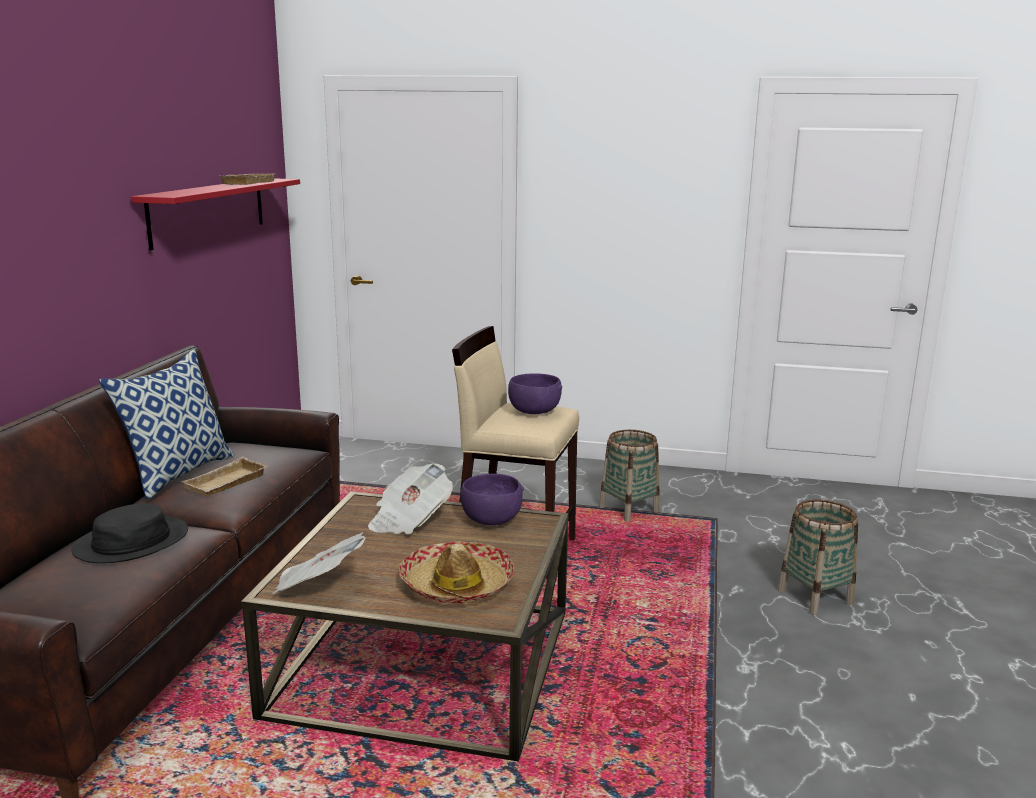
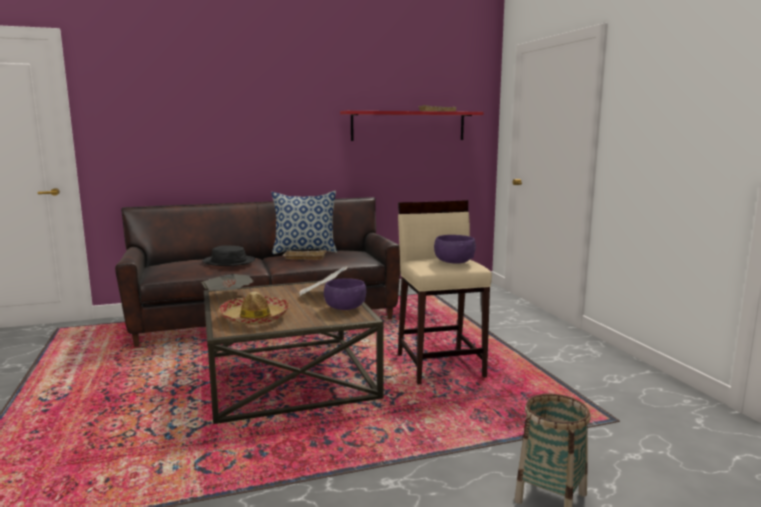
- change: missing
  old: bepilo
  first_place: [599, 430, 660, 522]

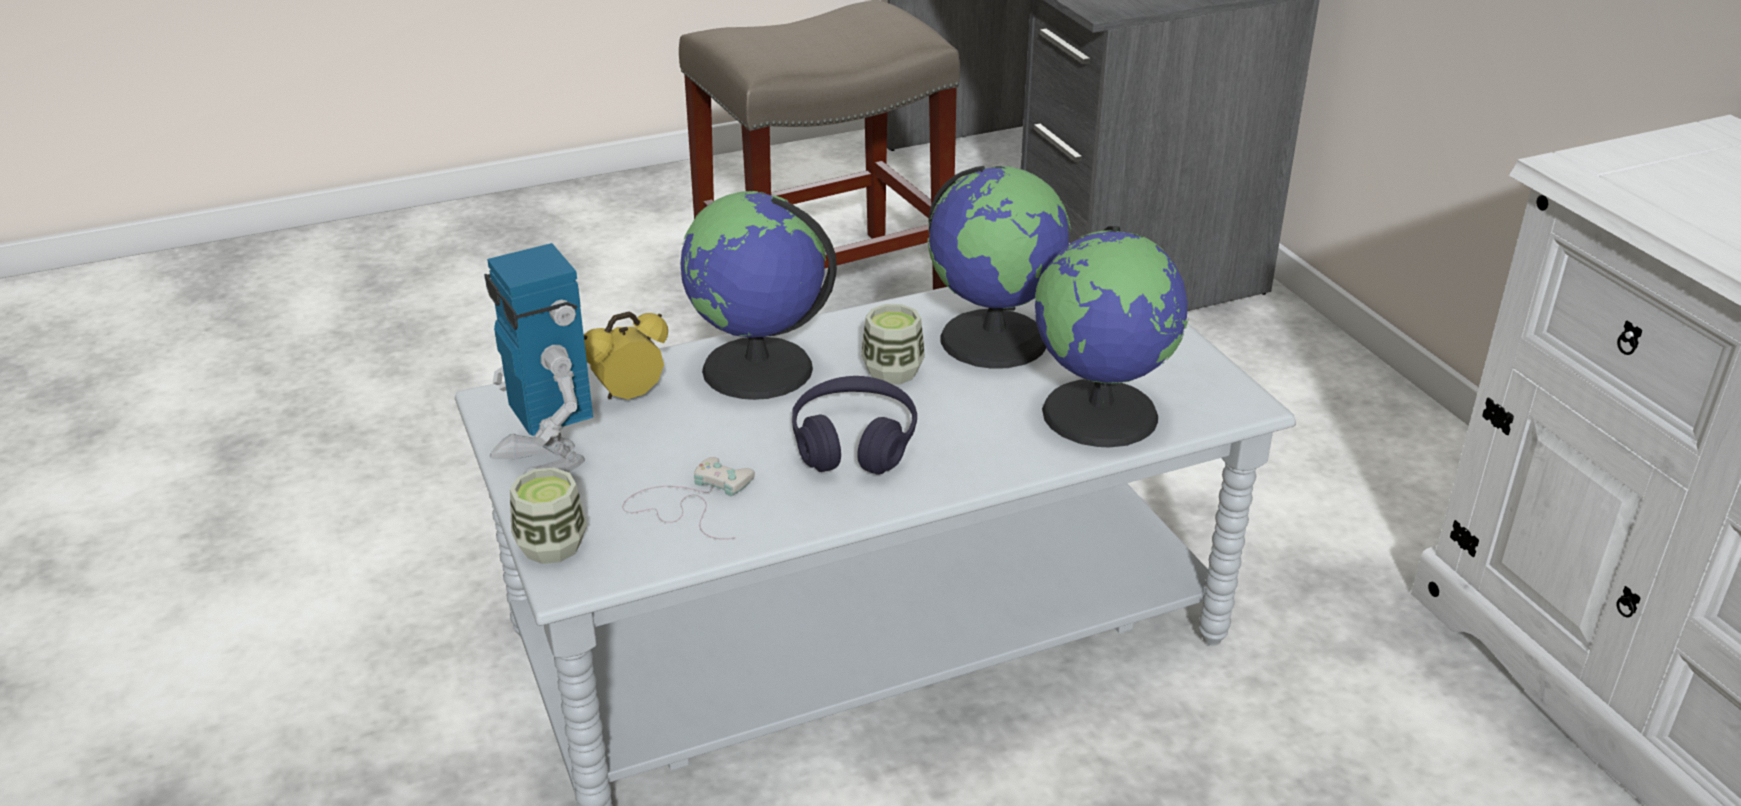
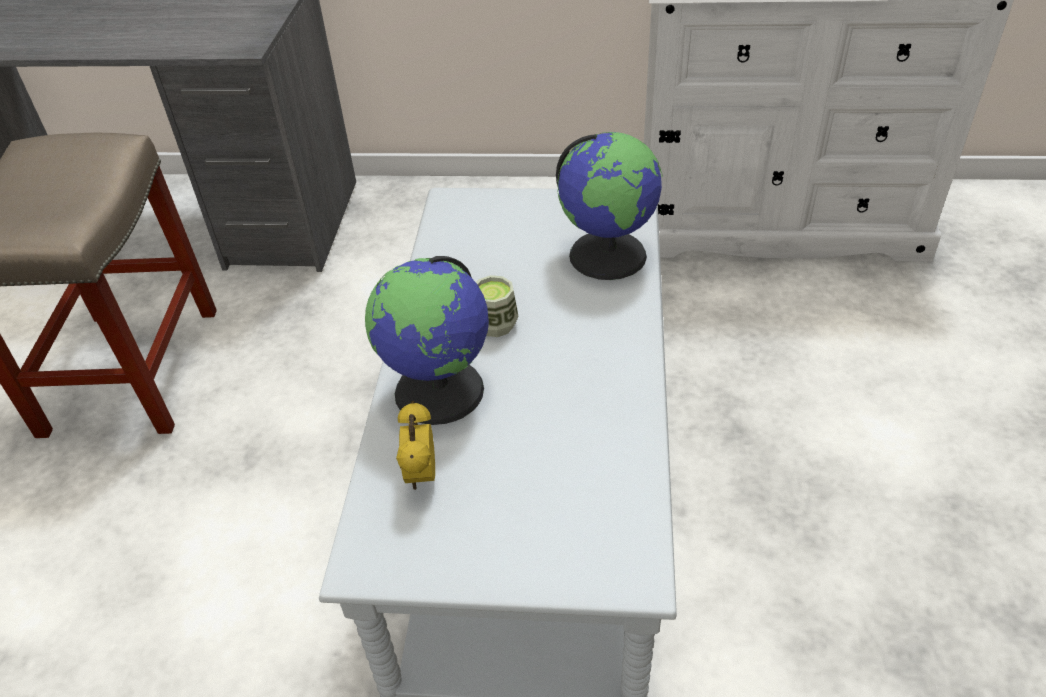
- change: missing
  old: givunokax
  first_place: [484, 243, 593, 475]
- change: missing
  old: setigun
  first_place: [510, 468, 587, 564]
- change: missing
  old: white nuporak
  first_place: [622, 457, 755, 539]
- change: missing
  old: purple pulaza
  first_place: [792, 376, 917, 475]
- change: missing
  old: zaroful
  first_place: [928, 166, 1071, 369]

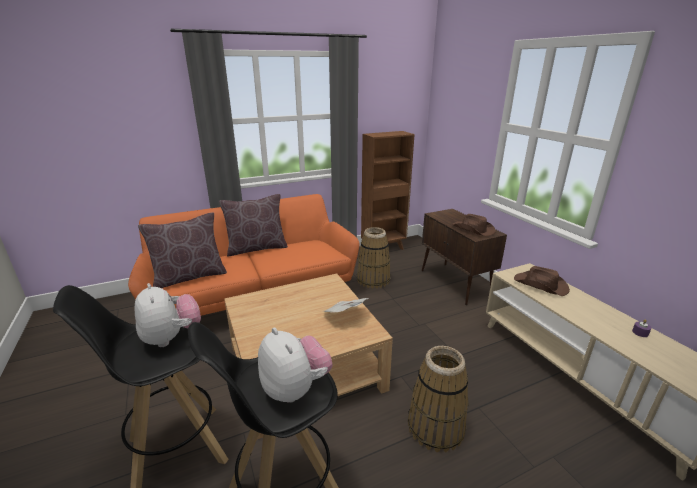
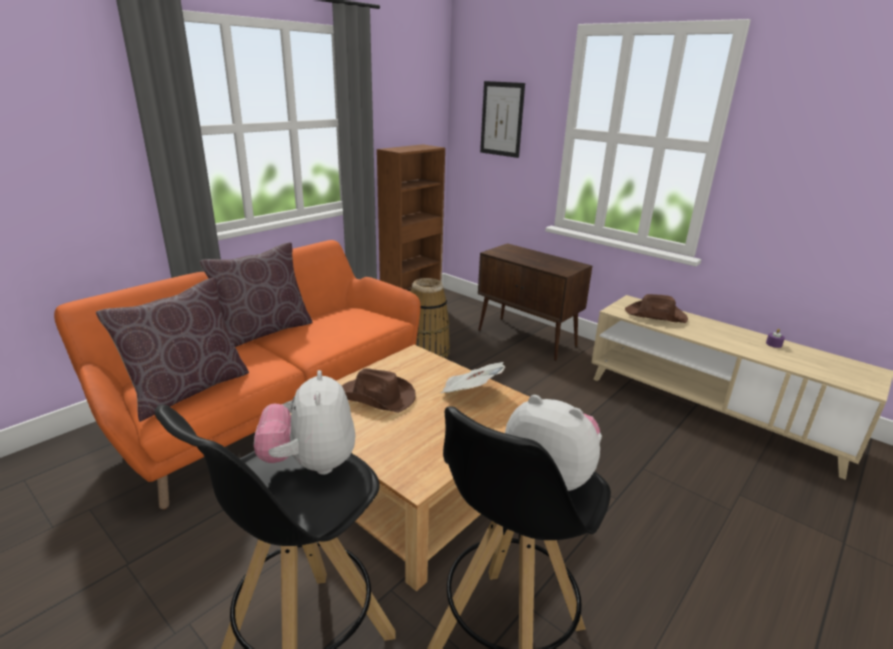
- change: spun
  old: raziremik
  first_place: [135, 283, 201, 347]
  second_place: [254, 370, 355, 475]
  degrees: -135
- change: relocated
  old: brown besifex
  first_place: [452, 214, 496, 236]
  second_place: [342, 368, 416, 413]
- change: appeared
  new: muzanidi
  second_place: [480, 81, 525, 158]
- change: missing
  old: bepilo
  first_place: [408, 346, 469, 452]

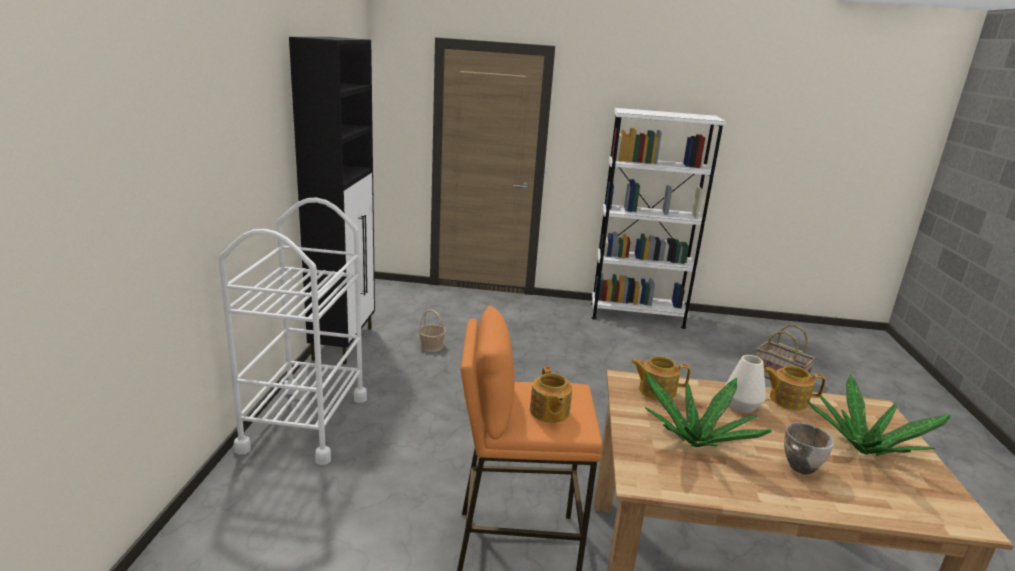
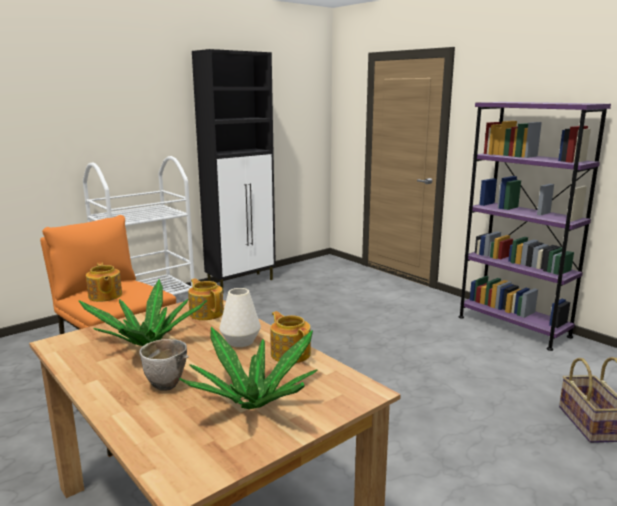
- change: spun
  old: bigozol
  first_place: [530, 366, 572, 423]
  second_place: [86, 262, 122, 302]
  degrees: -60
- change: colour
  old: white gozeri
  new: purple gozeri
  first_place: [591, 108, 726, 329]
  second_place: [459, 102, 611, 351]
- change: missing
  old: bepilo
  first_place: [418, 310, 446, 352]

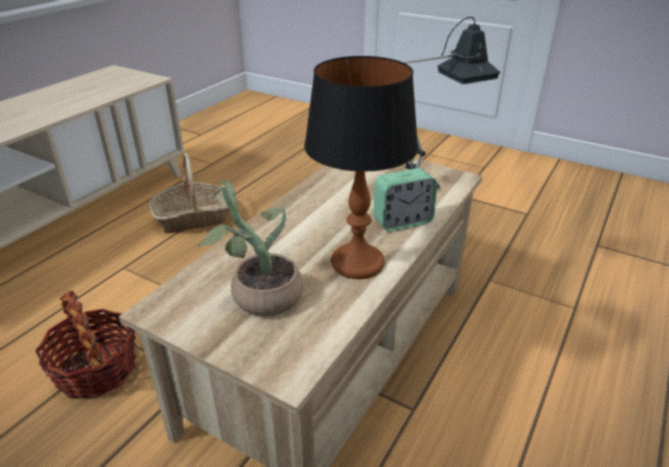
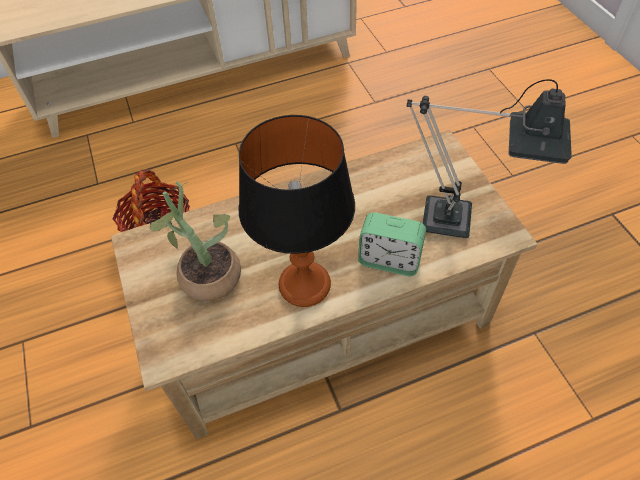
- change: missing
  old: bepilo
  first_place: [149, 153, 230, 233]

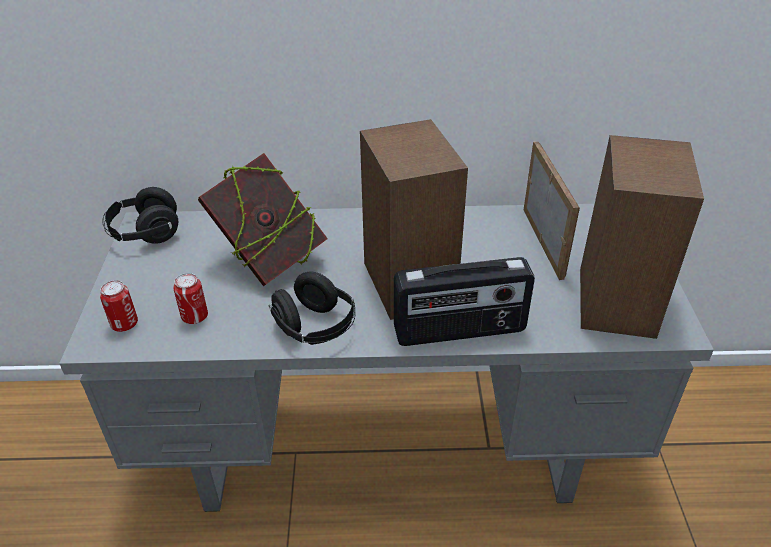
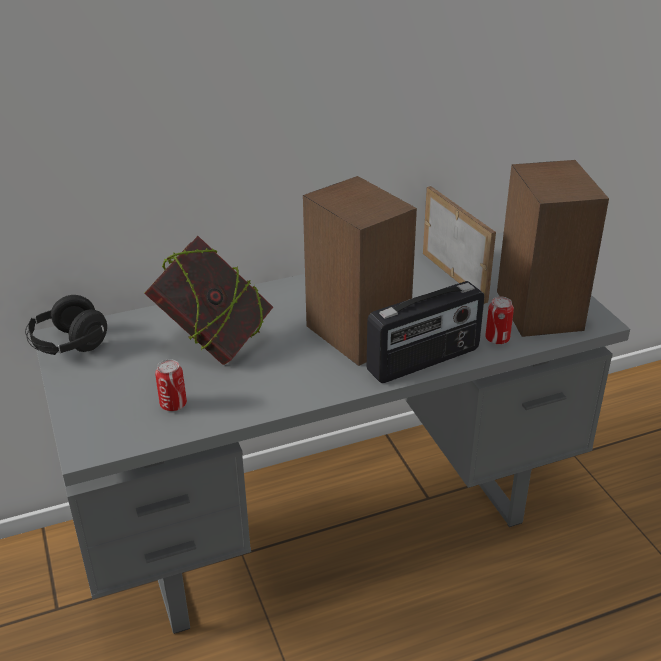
- change: relocated
  old: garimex
  first_place: [100, 280, 138, 332]
  second_place: [485, 296, 514, 344]
- change: missing
  old: black pulaza
  first_place: [268, 271, 355, 345]

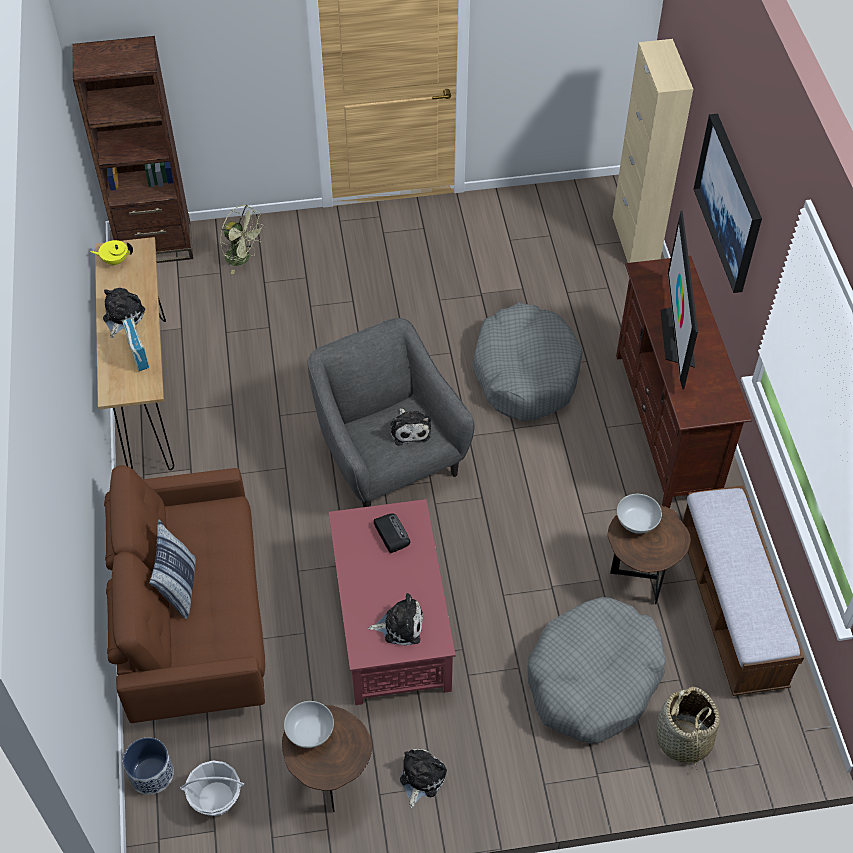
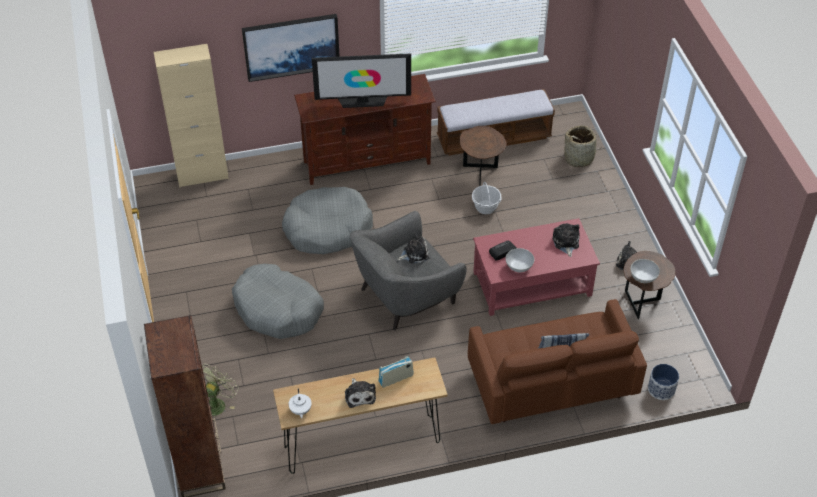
- change: relocated
  old: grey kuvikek
  first_place: [527, 597, 666, 744]
  second_place: [232, 264, 324, 339]
- change: colour
  old: yellow bigozol
  new: white bigozol
  first_place: [90, 240, 133, 266]
  second_place: [288, 388, 312, 418]
- change: spun
  old: raziremik
  first_place: [103, 288, 145, 338]
  second_place: [345, 378, 376, 408]
  degrees: -120
- change: relocated
  old: bepilo
  first_place: [180, 760, 244, 816]
  second_place: [472, 182, 502, 214]
- change: relocated
  old: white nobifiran
  first_place: [617, 494, 662, 534]
  second_place: [506, 248, 534, 272]

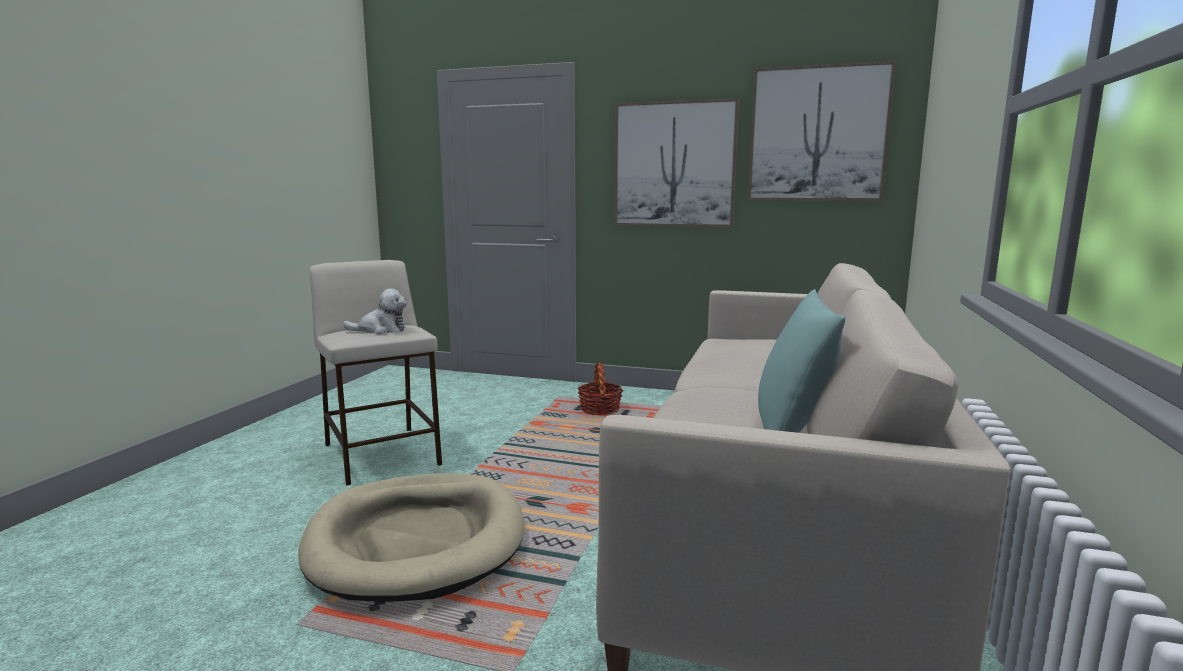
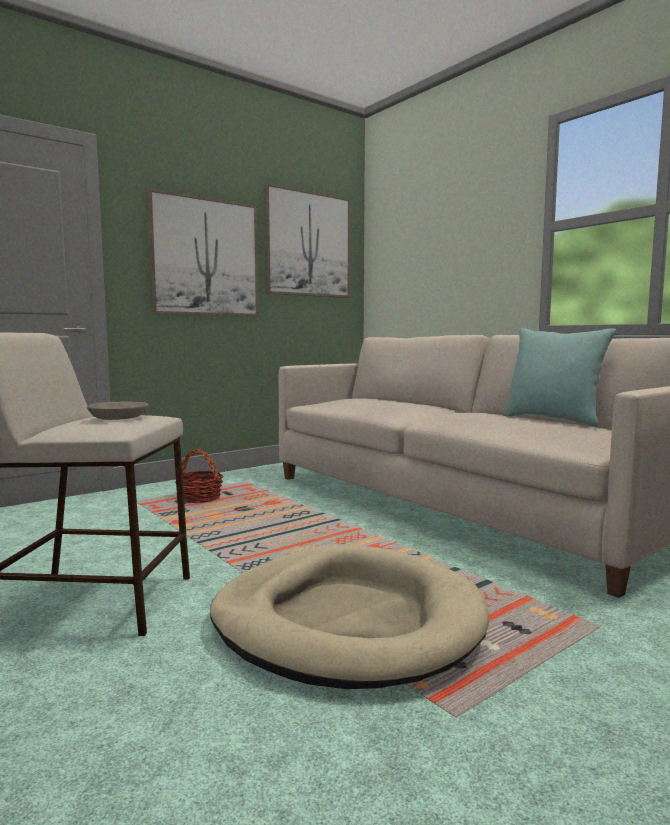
- change: exchanged
  old: raziremik
  new: grey nobifiran
  first_place: [343, 288, 407, 334]
  second_place: [87, 402, 149, 420]

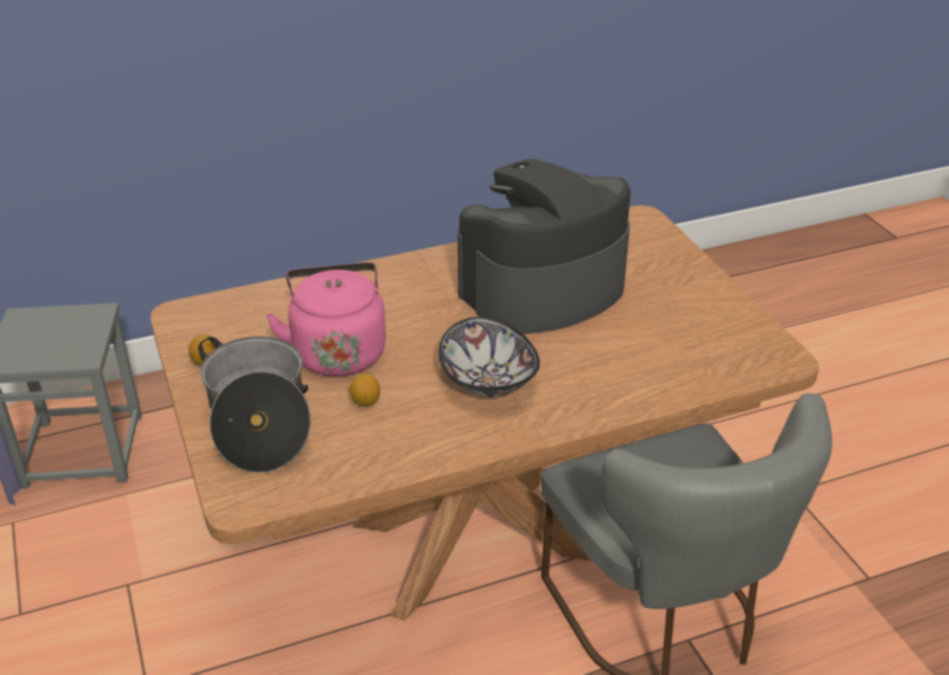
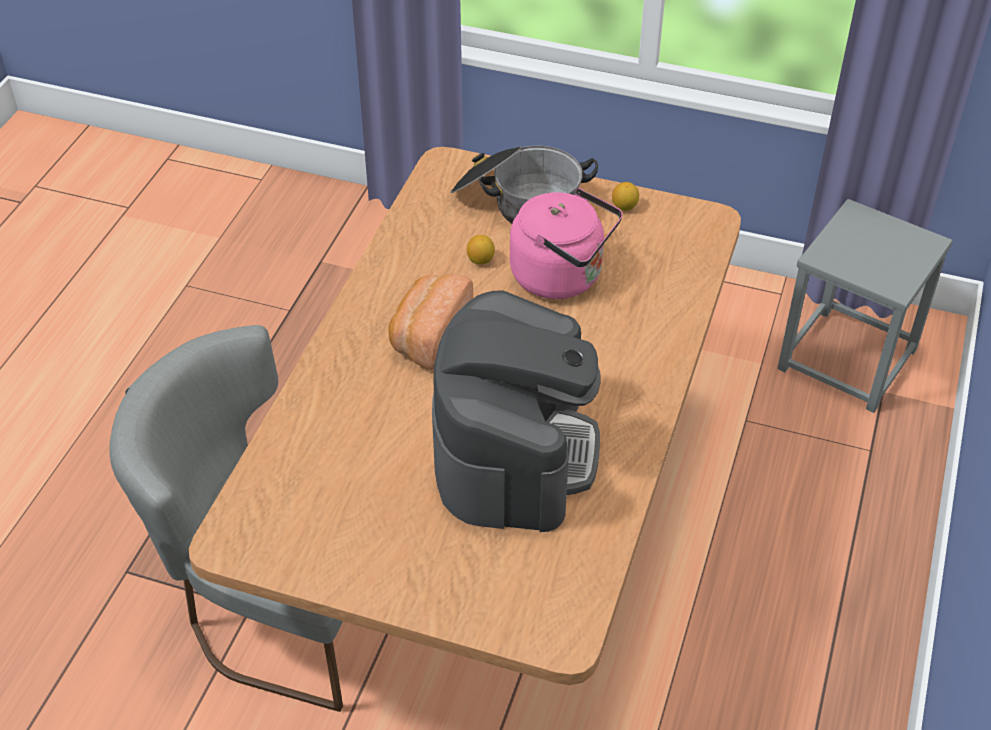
- change: exchanged
  old: nobifiran
  new: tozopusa
  first_place: [439, 317, 540, 397]
  second_place: [388, 274, 473, 370]

